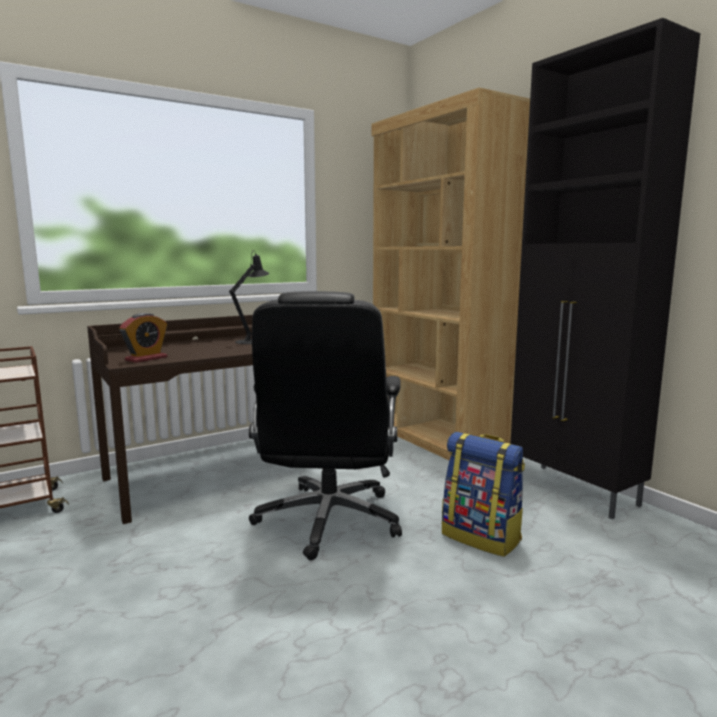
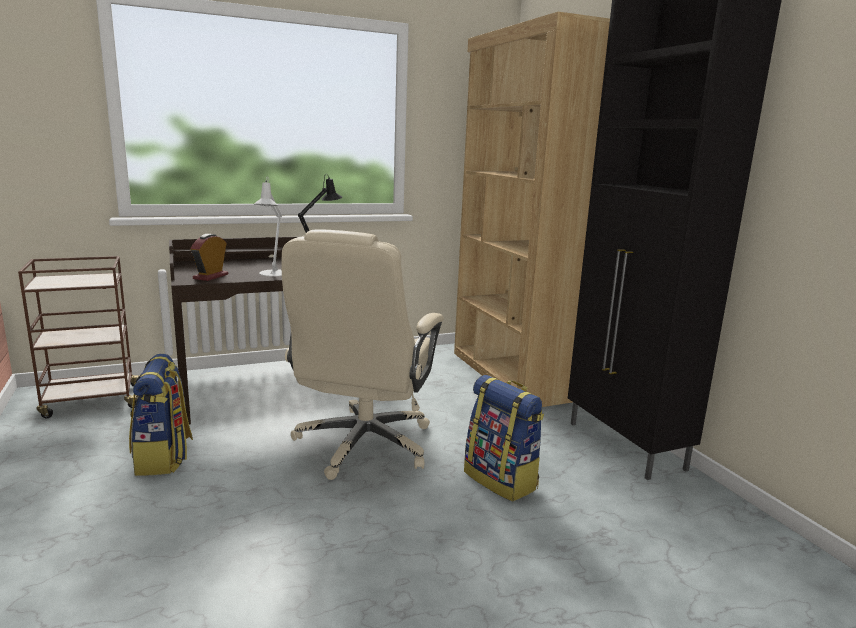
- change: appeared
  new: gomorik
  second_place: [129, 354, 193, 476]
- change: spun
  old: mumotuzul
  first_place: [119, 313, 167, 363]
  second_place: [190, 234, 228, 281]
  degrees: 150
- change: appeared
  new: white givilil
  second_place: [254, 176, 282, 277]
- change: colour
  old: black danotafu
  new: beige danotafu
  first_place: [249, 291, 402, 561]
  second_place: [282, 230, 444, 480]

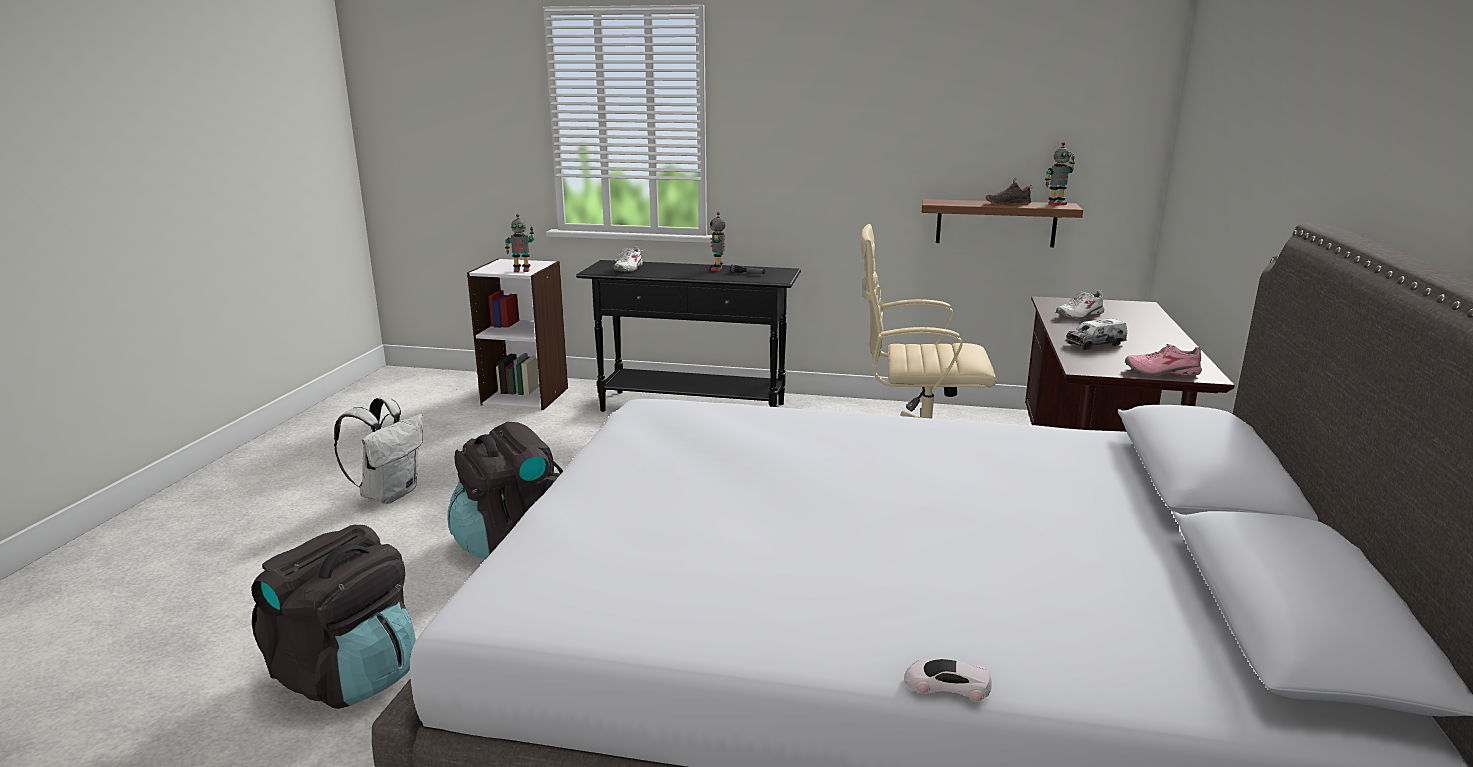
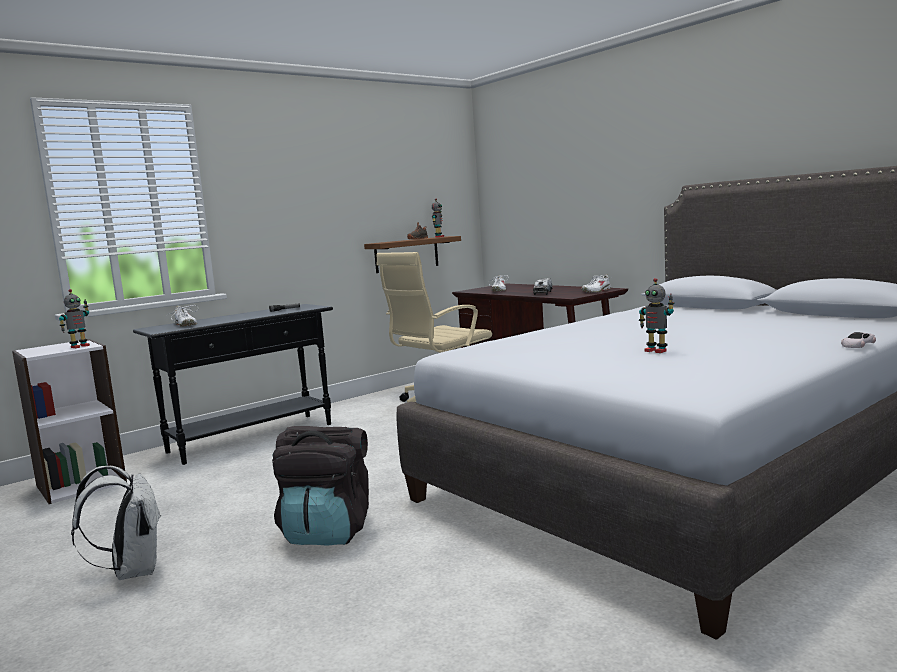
- change: colour
  old: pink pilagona
  new: white pilagona
  first_place: [1125, 343, 1202, 376]
  second_place: [581, 275, 611, 293]
- change: relocated
  old: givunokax
  first_place: [710, 212, 726, 271]
  second_place: [639, 278, 674, 353]
- change: missing
  old: black gomorik
  first_place: [251, 525, 416, 709]

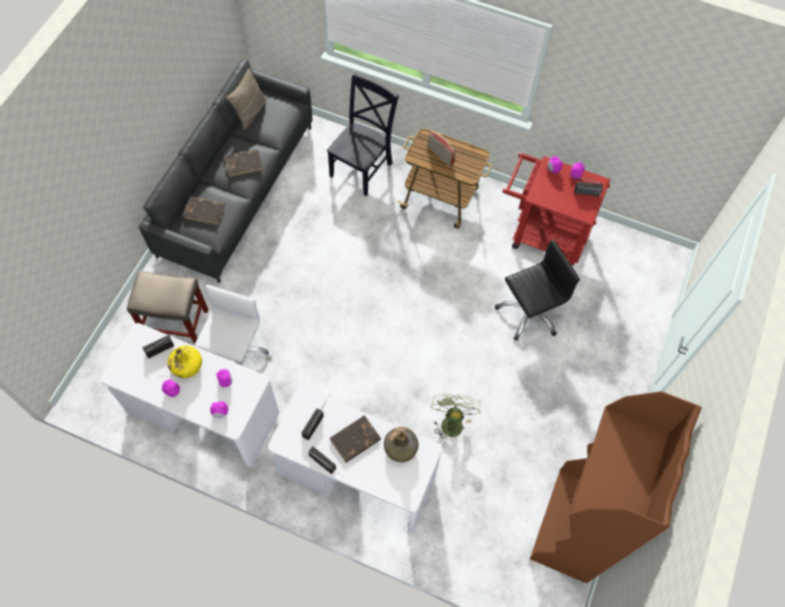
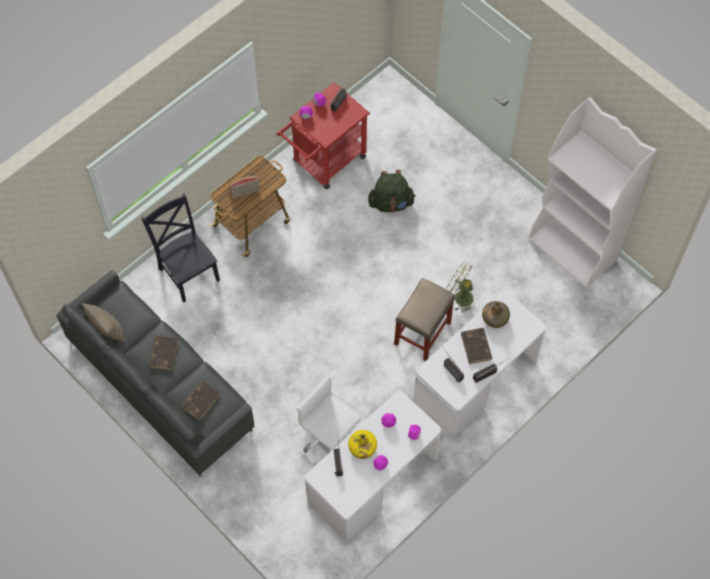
- change: exchanged
  old: black danotafu
  new: green gomorik
  first_place: [495, 239, 580, 341]
  second_place: [368, 170, 416, 212]
- change: relocated
  old: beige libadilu
  first_place: [127, 271, 208, 345]
  second_place: [394, 278, 455, 361]
- change: colour
  old: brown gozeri
  new: white gozeri
  first_place: [530, 391, 702, 583]
  second_place: [529, 97, 657, 288]

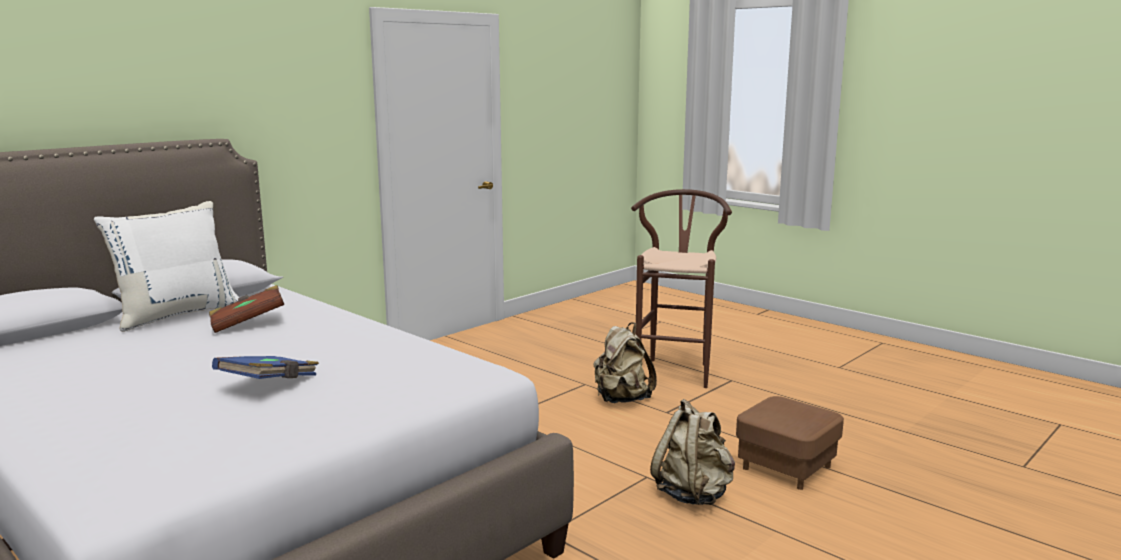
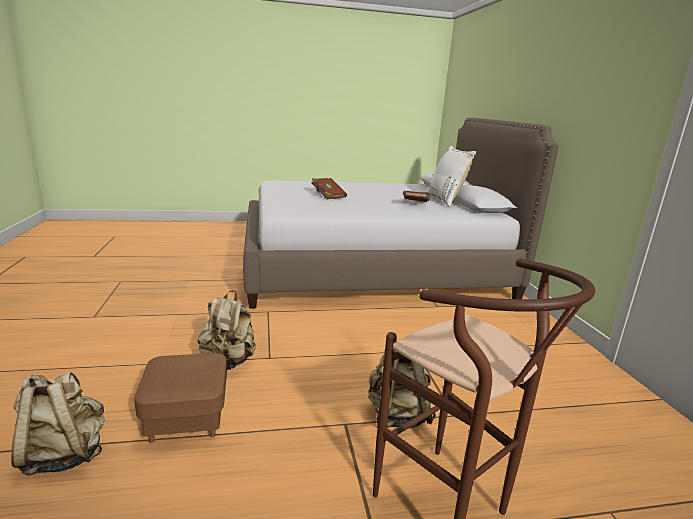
- change: appeared
  new: beige gomorik
  second_place: [11, 372, 105, 476]
- change: colour
  old: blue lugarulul
  new: brown lugarulul
  first_place: [212, 356, 319, 379]
  second_place: [312, 178, 347, 199]

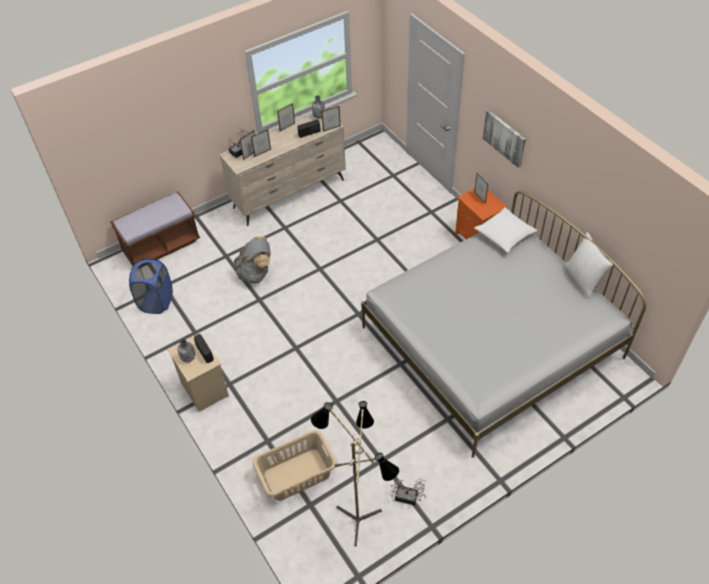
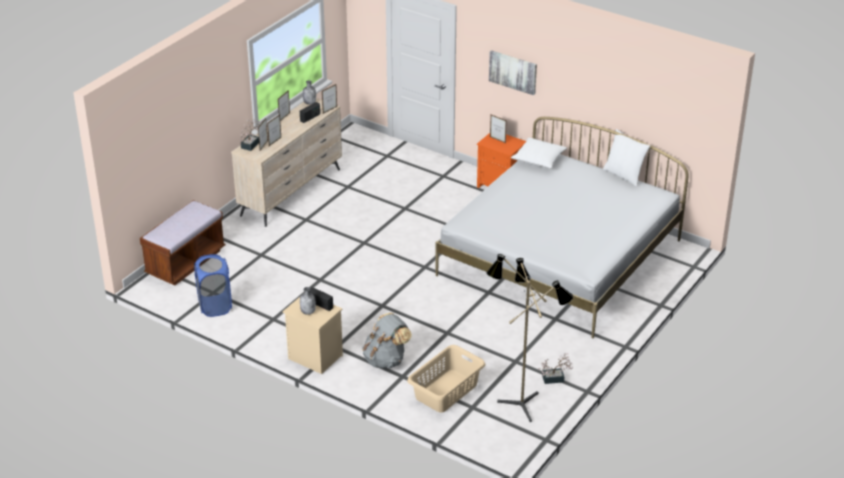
- change: relocated
  old: grey gomorik
  first_place: [234, 237, 271, 284]
  second_place: [362, 313, 412, 369]

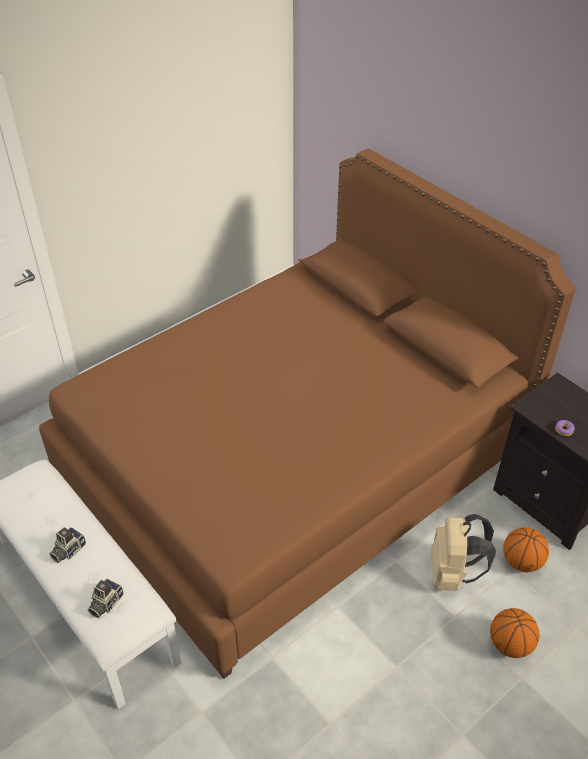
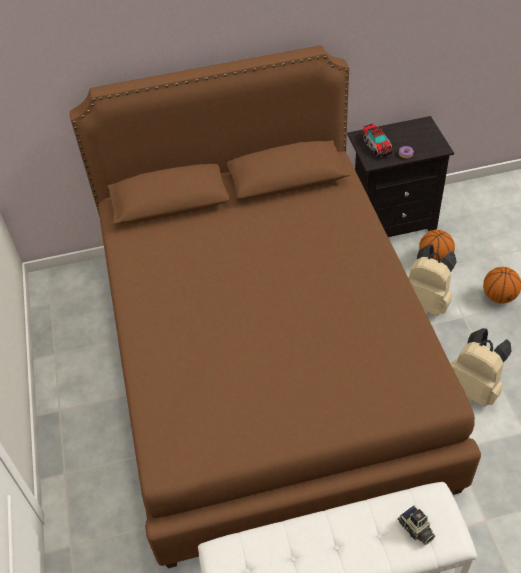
- change: appeared
  new: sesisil
  second_place: [363, 123, 393, 157]
- change: appeared
  new: beige gomorik
  second_place: [451, 328, 512, 407]
- change: missing
  old: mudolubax
  first_place: [49, 527, 86, 563]

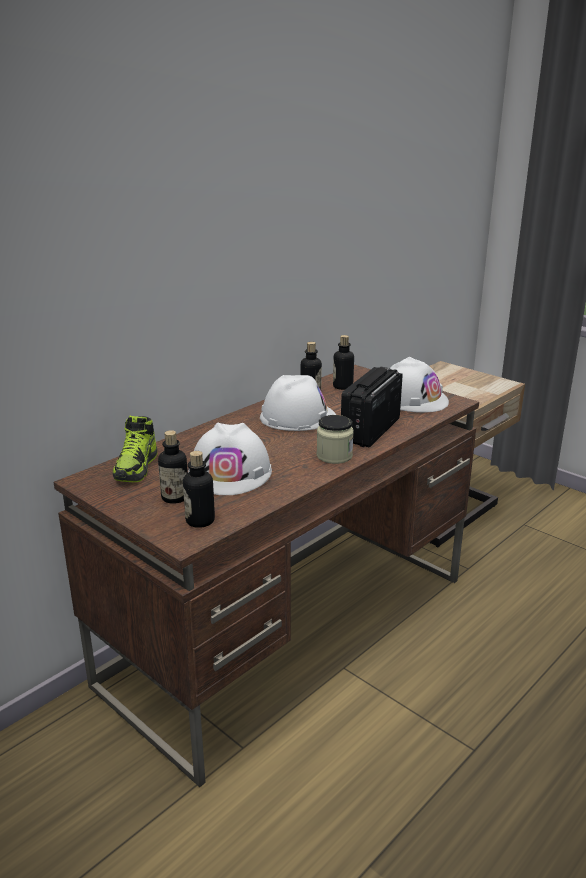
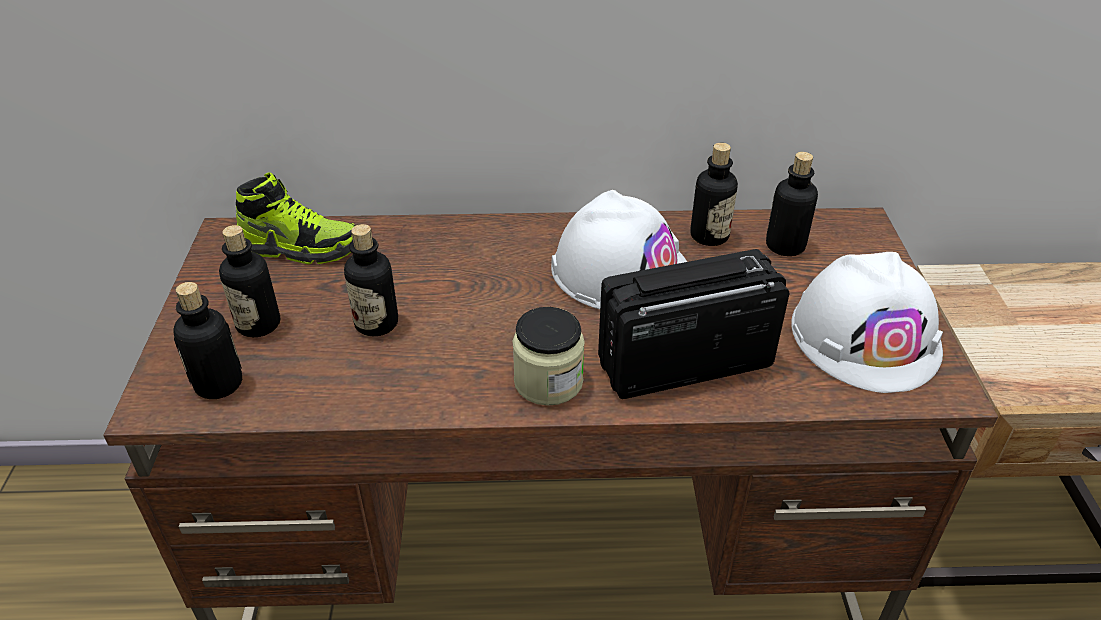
- change: spun
  old: pilagona
  first_place: [113, 416, 157, 482]
  second_place: [236, 172, 355, 264]
  degrees: -135
- change: exchanged
  old: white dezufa
  new: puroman
  first_place: [188, 423, 272, 495]
  second_place: [344, 224, 398, 336]

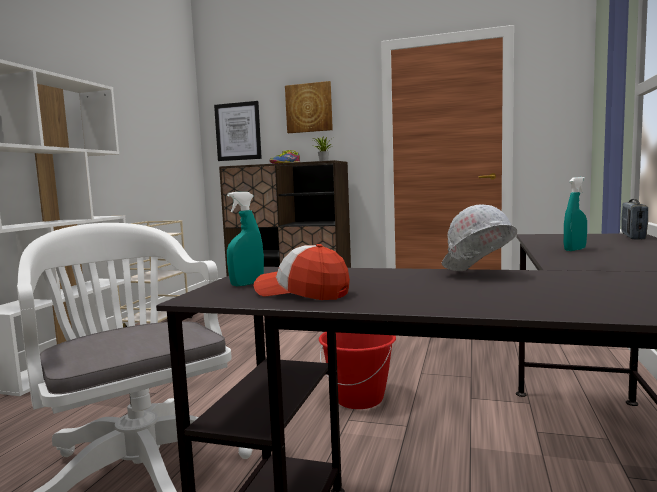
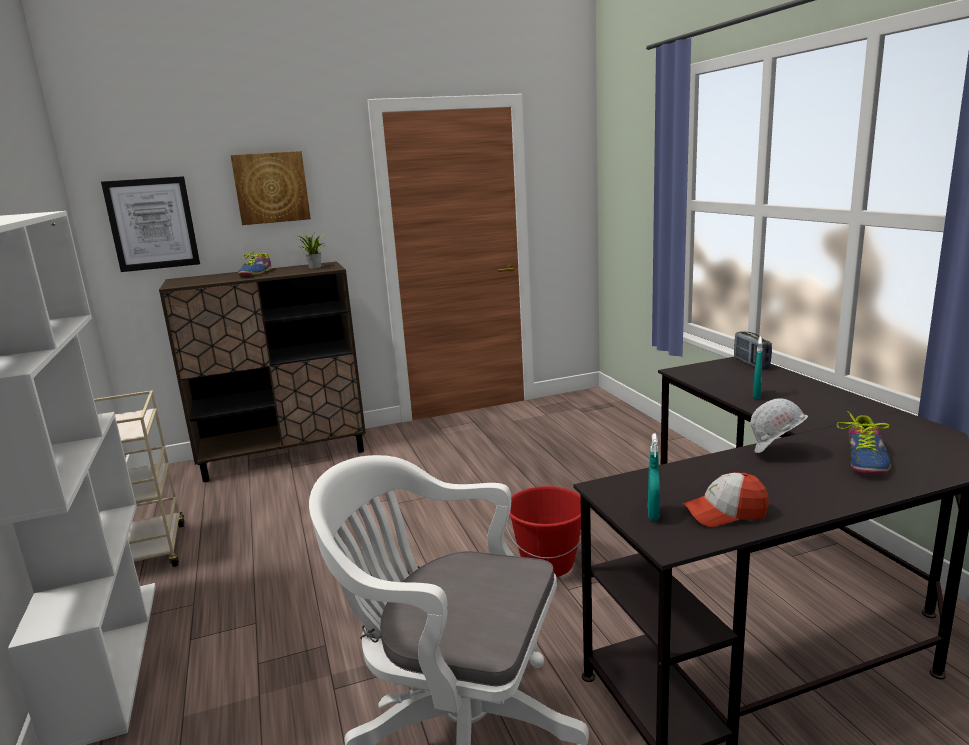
- change: appeared
  new: pilagona
  second_place: [837, 411, 891, 475]

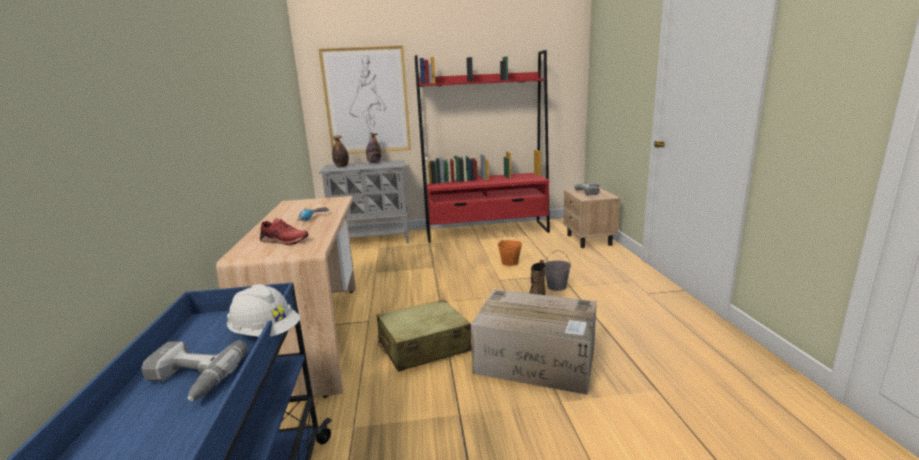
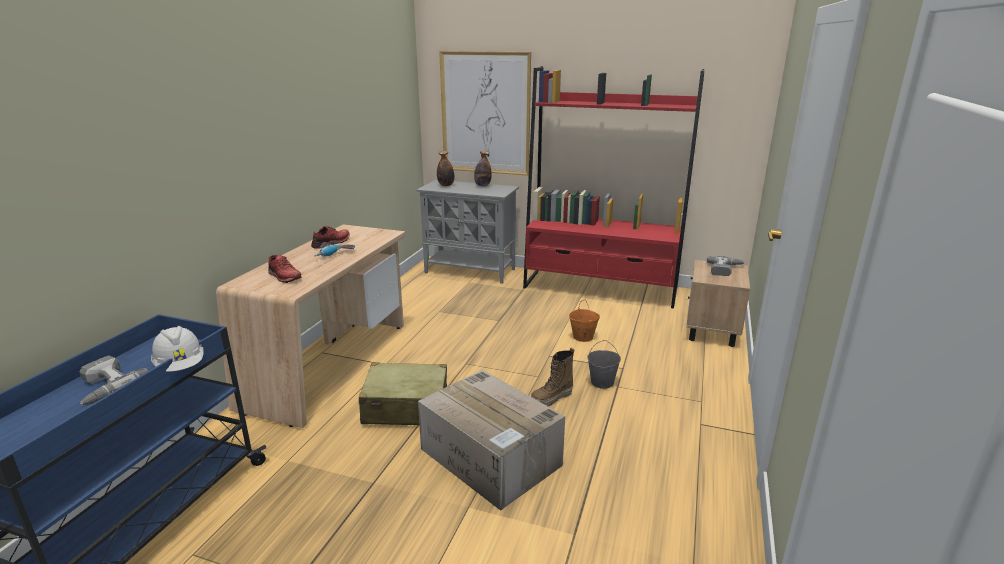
- change: appeared
  new: red pilagona
  second_place: [311, 226, 350, 249]

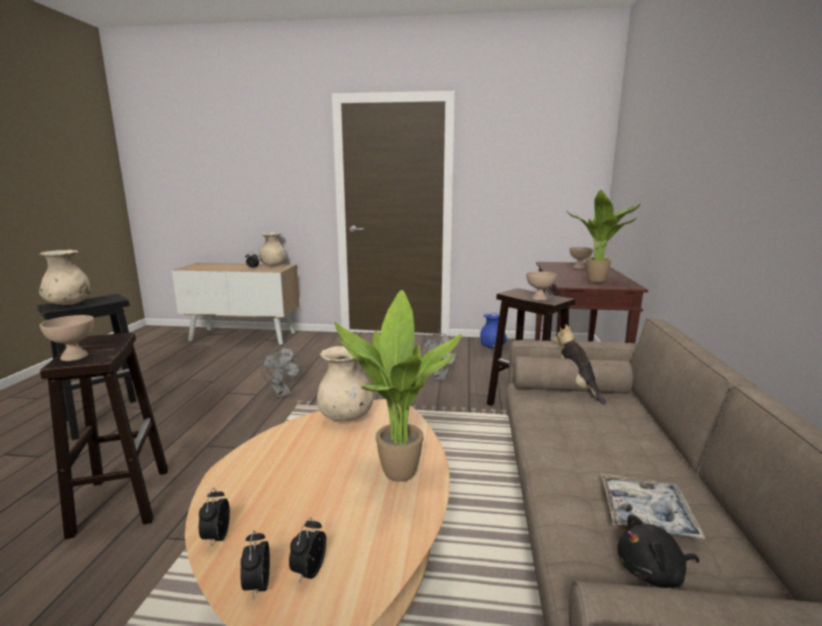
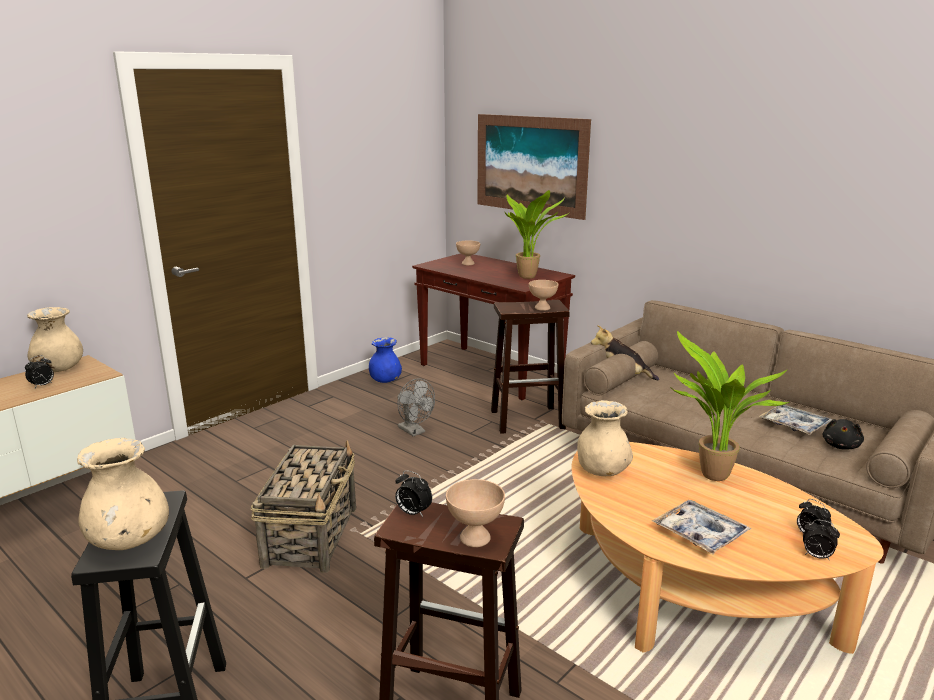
- change: exchanged
  old: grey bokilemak
  new: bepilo
  first_place: [261, 346, 302, 397]
  second_place: [251, 440, 356, 573]
- change: relocated
  old: mumotuzul
  first_place: [199, 488, 230, 548]
  second_place: [395, 470, 432, 517]
- change: appeared
  new: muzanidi
  second_place: [478, 114, 591, 220]
- change: appeared
  new: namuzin
  second_place: [652, 500, 751, 555]

